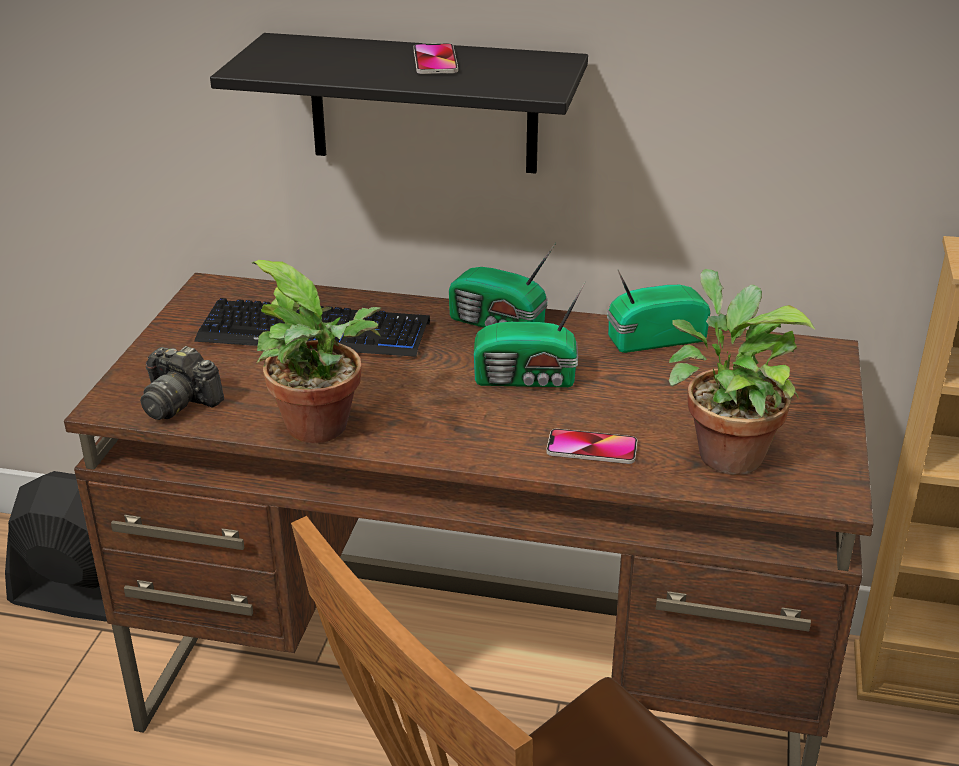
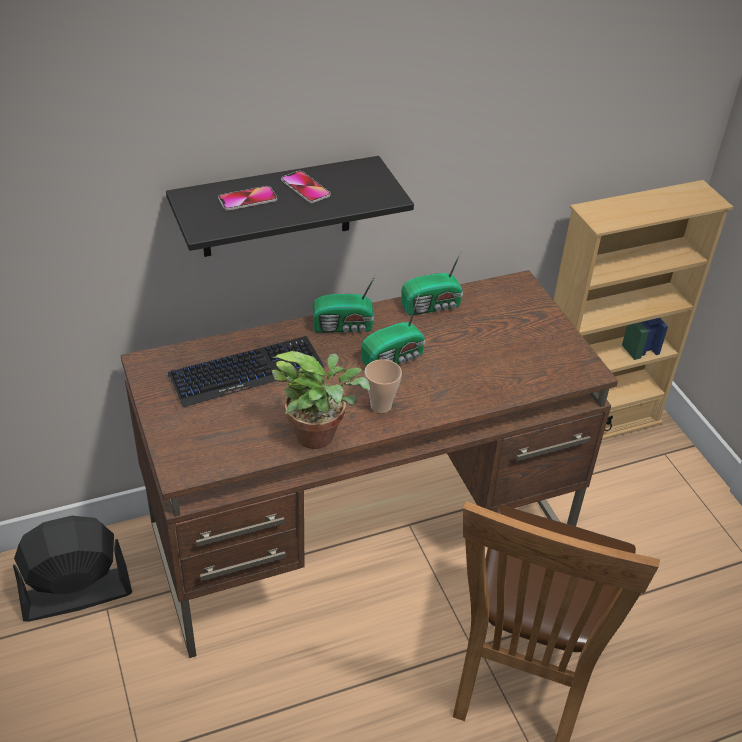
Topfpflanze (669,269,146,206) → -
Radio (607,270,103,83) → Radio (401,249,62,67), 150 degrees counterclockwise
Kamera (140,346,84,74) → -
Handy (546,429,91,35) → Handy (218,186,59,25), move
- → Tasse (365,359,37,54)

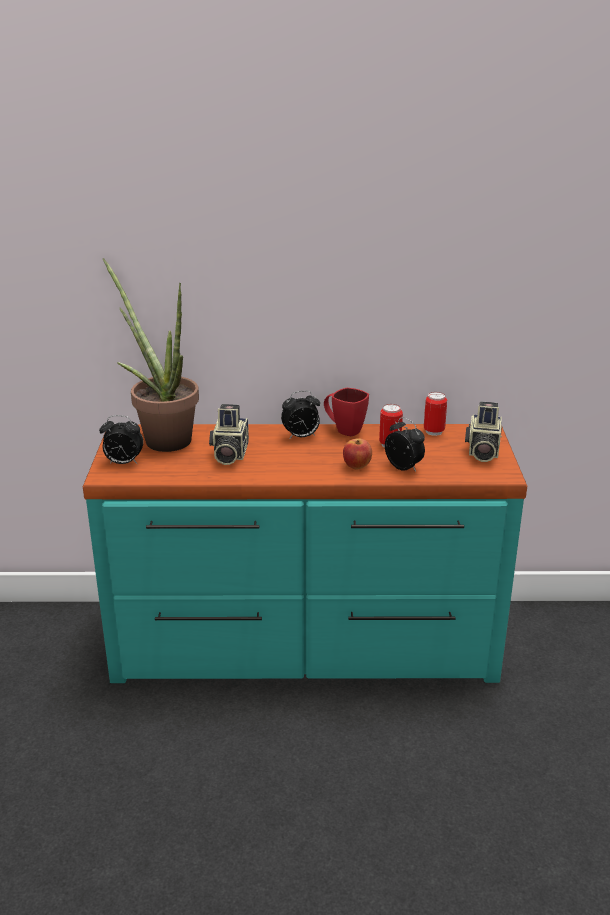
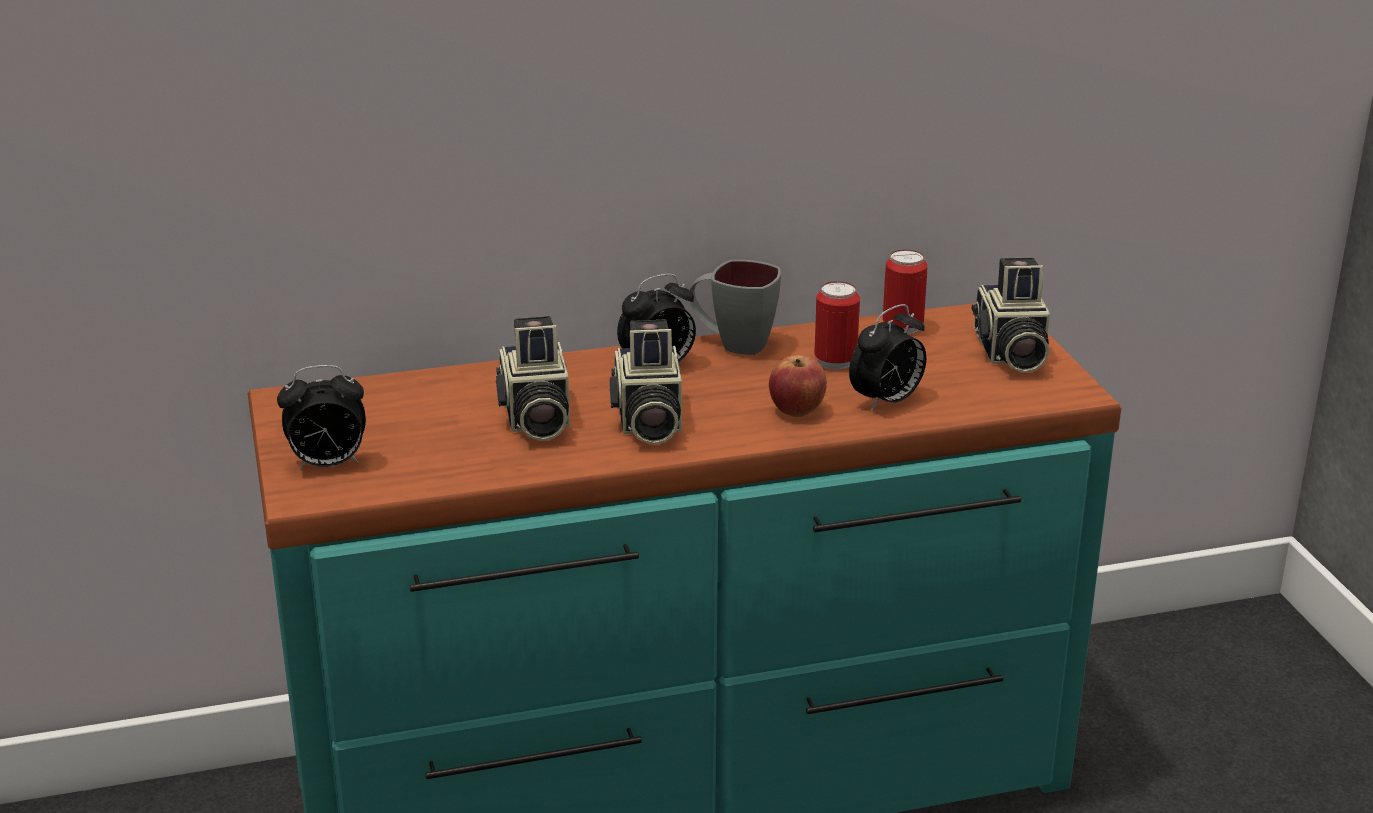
Topfpflanze (103,258,96,194) → -
Henkelbecher (rot) (324,388,45,48) → Henkelbecher (grau) (690,260,91,95)
Wecker (385,417,40,55) → Wecker (849,304,77,108), 105 degrees clockwise
- → Kamera (609,320,73,125)

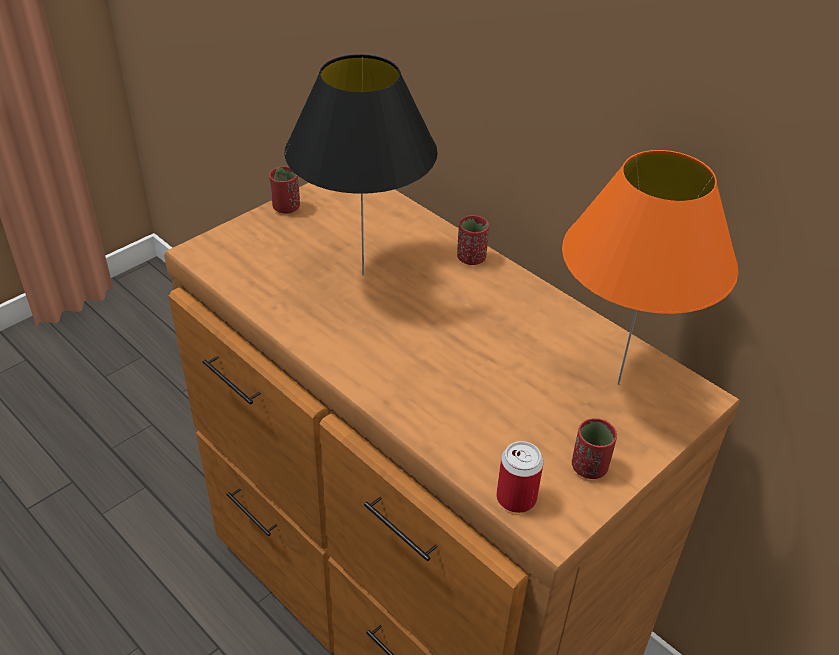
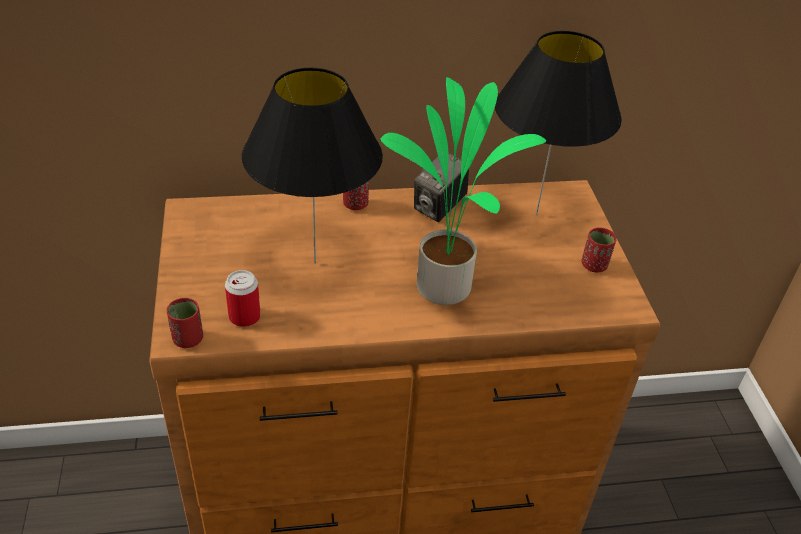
Tischlampe (orange) (562,150,177,235) → Tischlampe (schwarz) (495,31,127,184)
Tasse (rot) (269,166,31,48) → Tasse (rot) (167,298,36,50), move
Dose (496,441,48,72) → Dose (225,270,36,57), move
- → Topfpflanze (381,77,165,228)
- → Kamera (414,152,55,70)

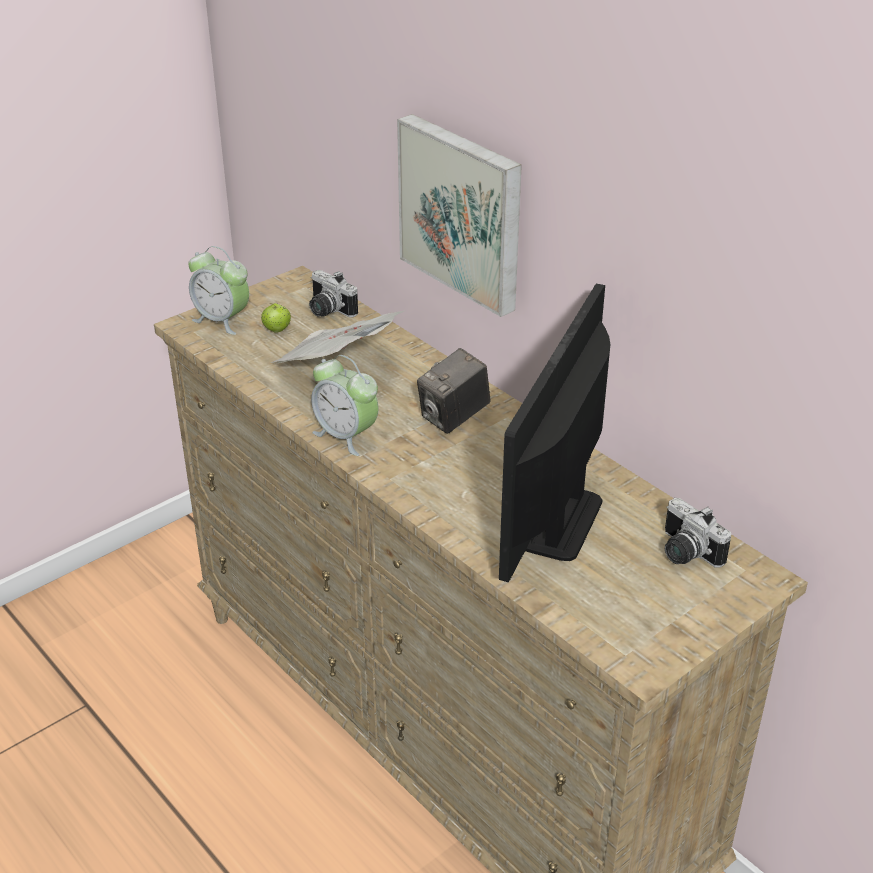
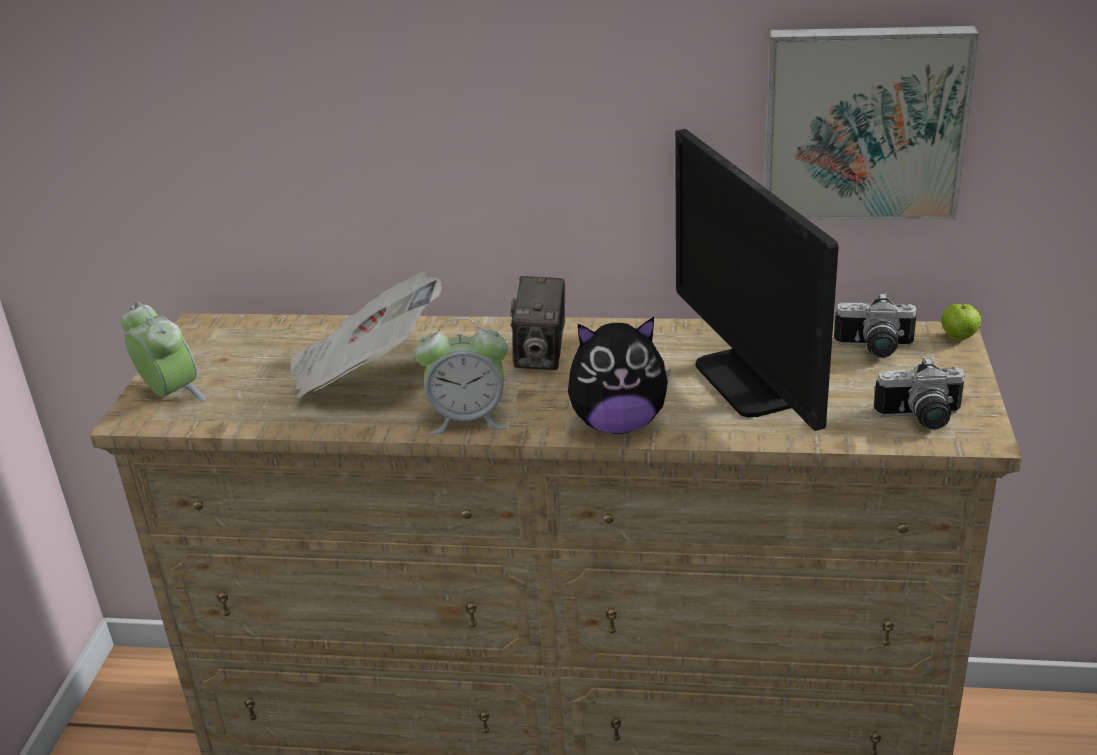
Bild (397,114,125,203) → Bild (765,26,214,194), move
Wecker (188,246,61,89) → Wecker (121,302,85,99), 120 degrees counterclockwise
Kamera (309,270,49,47) → Kamera (874,357,91,73), move
Apfel (261,303,30,29) → Apfel (941,303,40,37), move
- → Plüschtier (568,317,103,117)

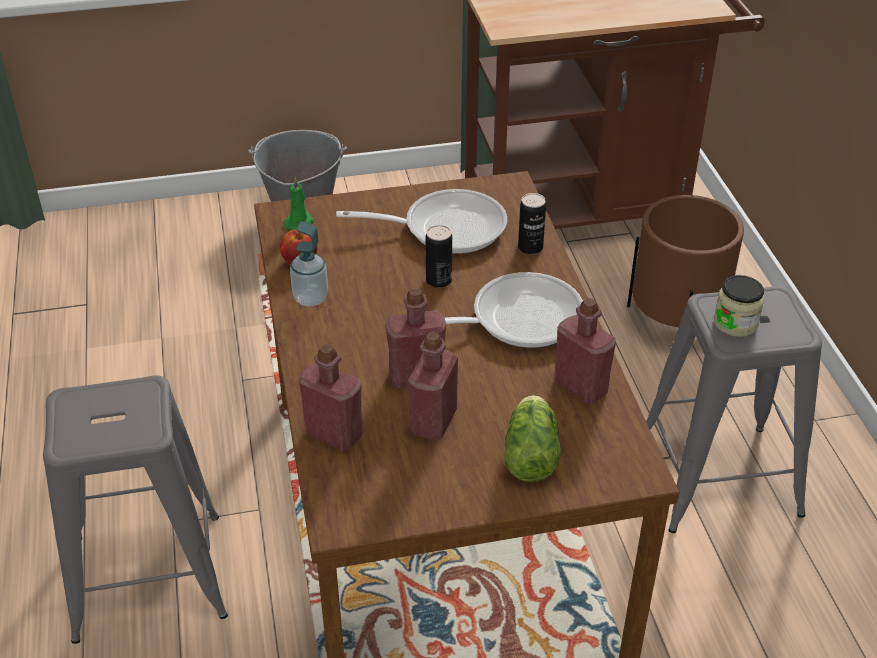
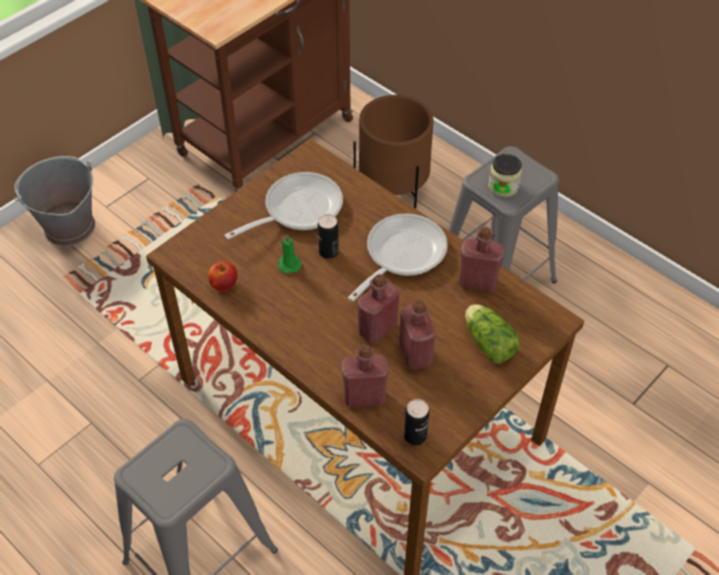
Kerze (grün) (283,177,31,53) → Kerze (grün) (278,234,24,40), move
Dose (518,193,28,61) → Dose (404,399,25,46), move
Seifenspender (290,221,38,85) → -

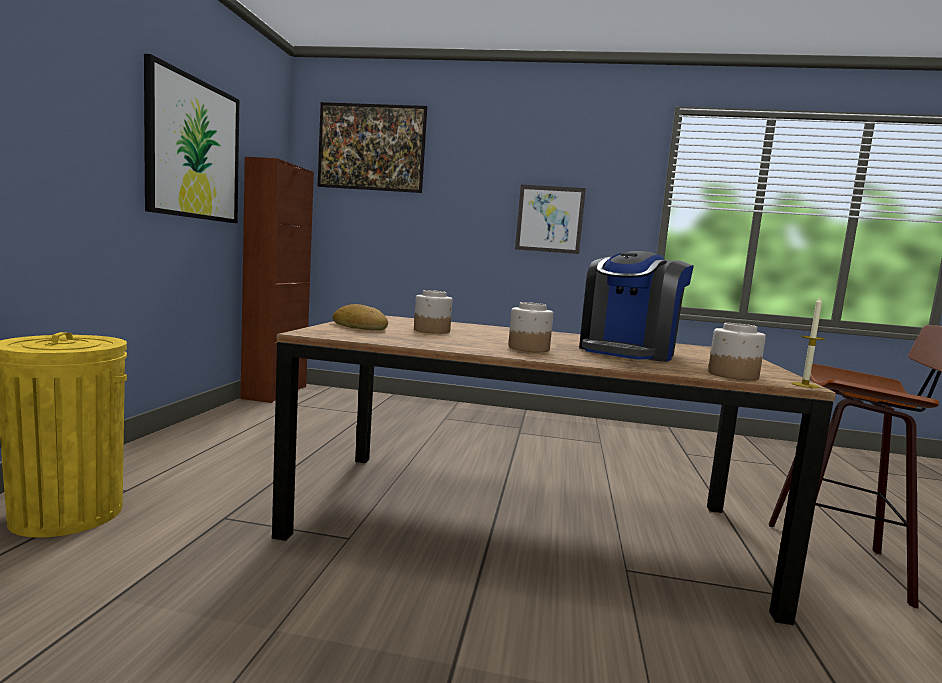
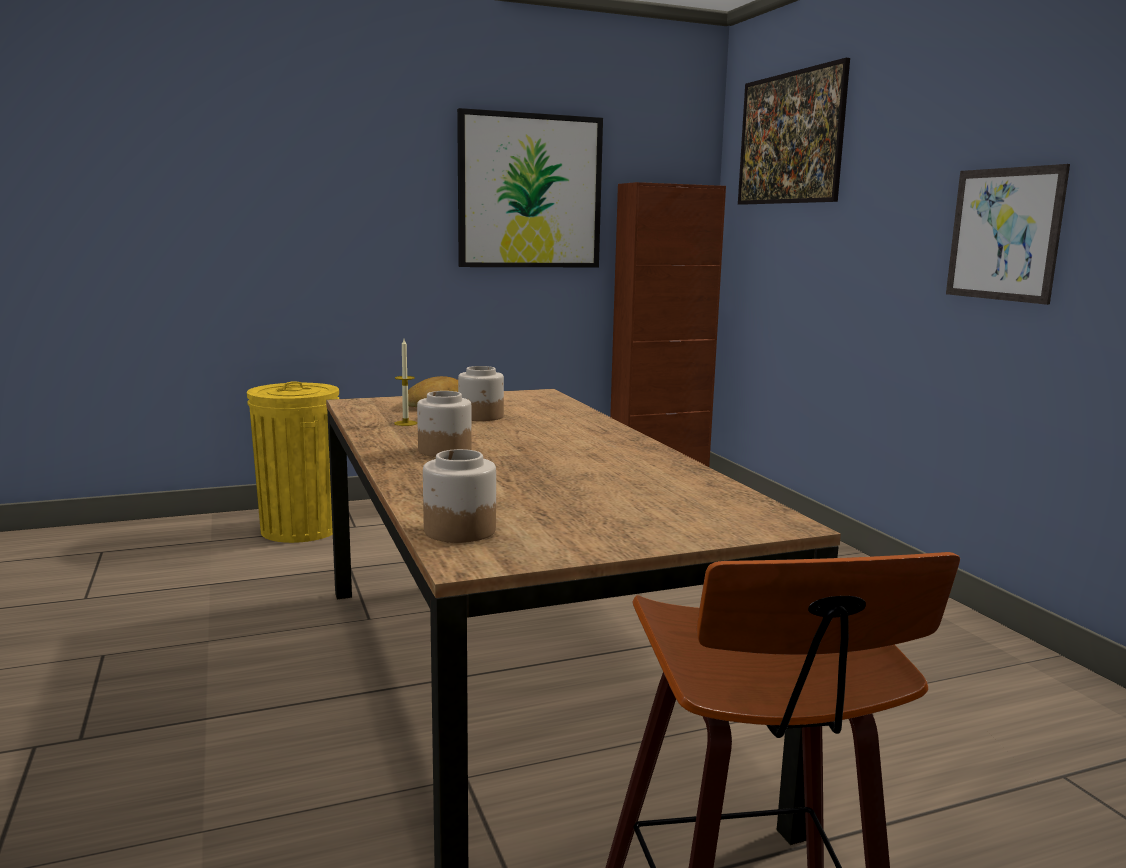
Kaffeemaschine (579,251,115,111) → -
Kerze (792,297,33,91) → Kerze (394,339,23,87), move

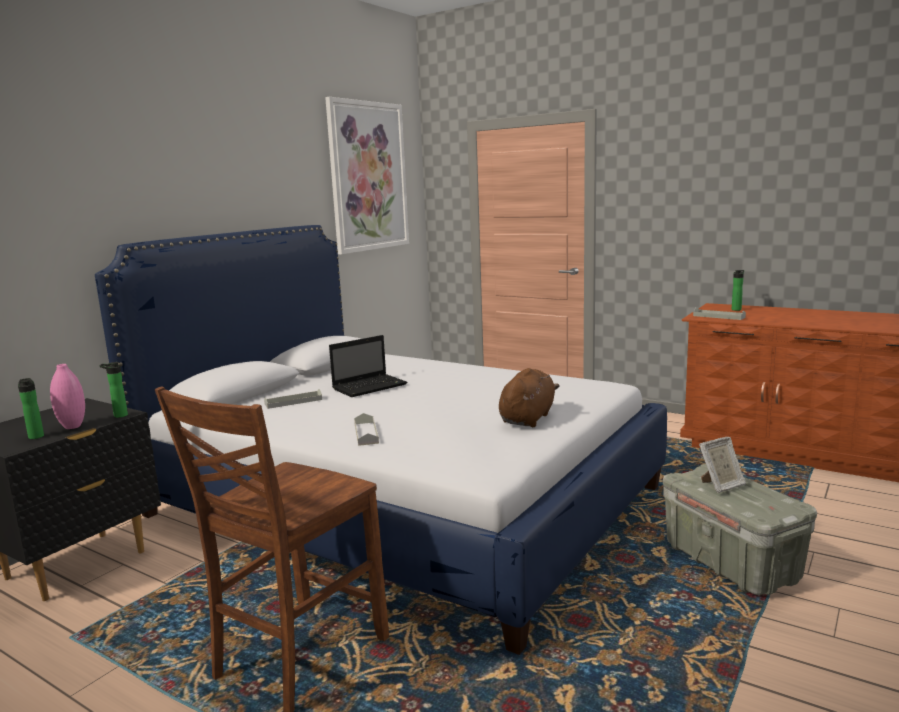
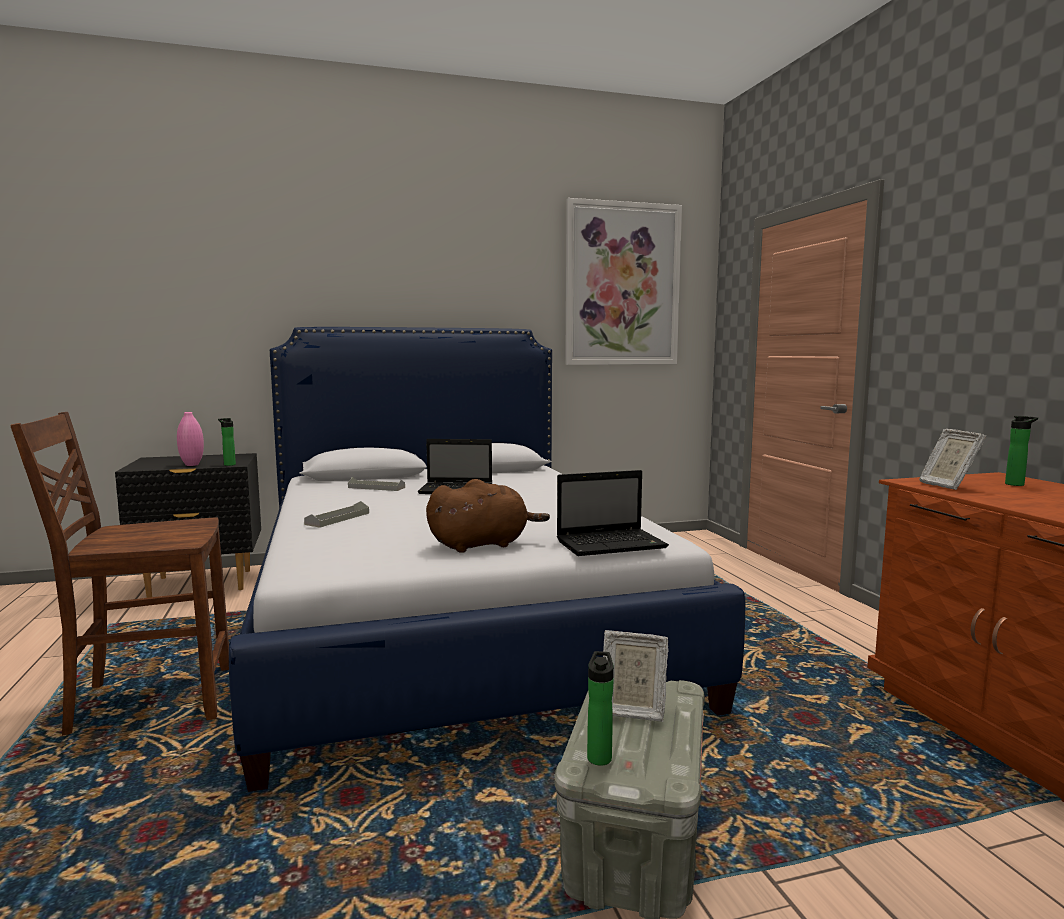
Tablett (grau) (693,307,53,13) → Bilderrahmen (919,429,67,61)
Flasche (18,378,26,61) → Flasche (587,651,27,115), move
- → Laptop (557,470,112,86)

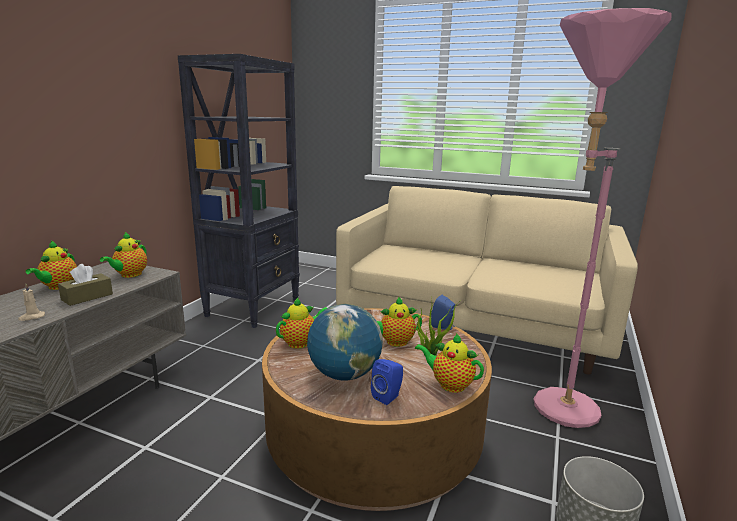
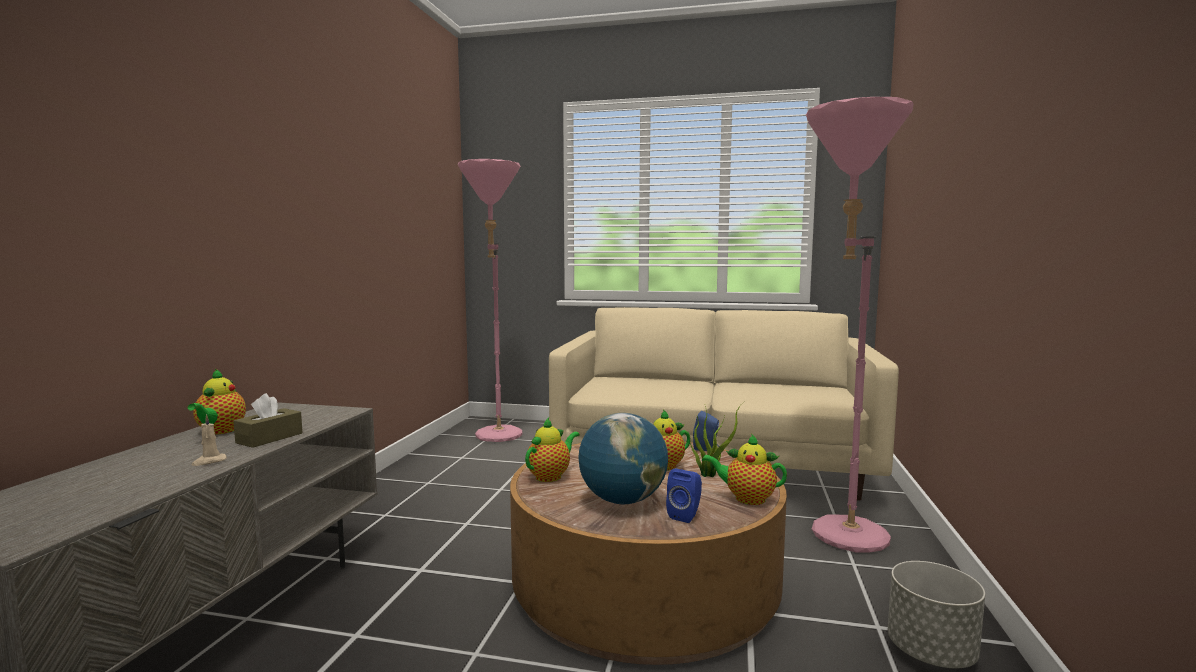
Bücherregal (schwarz) (178,54,122,274) → -
Teekanne (100,232,47,46) → -
- → Stehlampe (rosa) (458,159,65,283)

